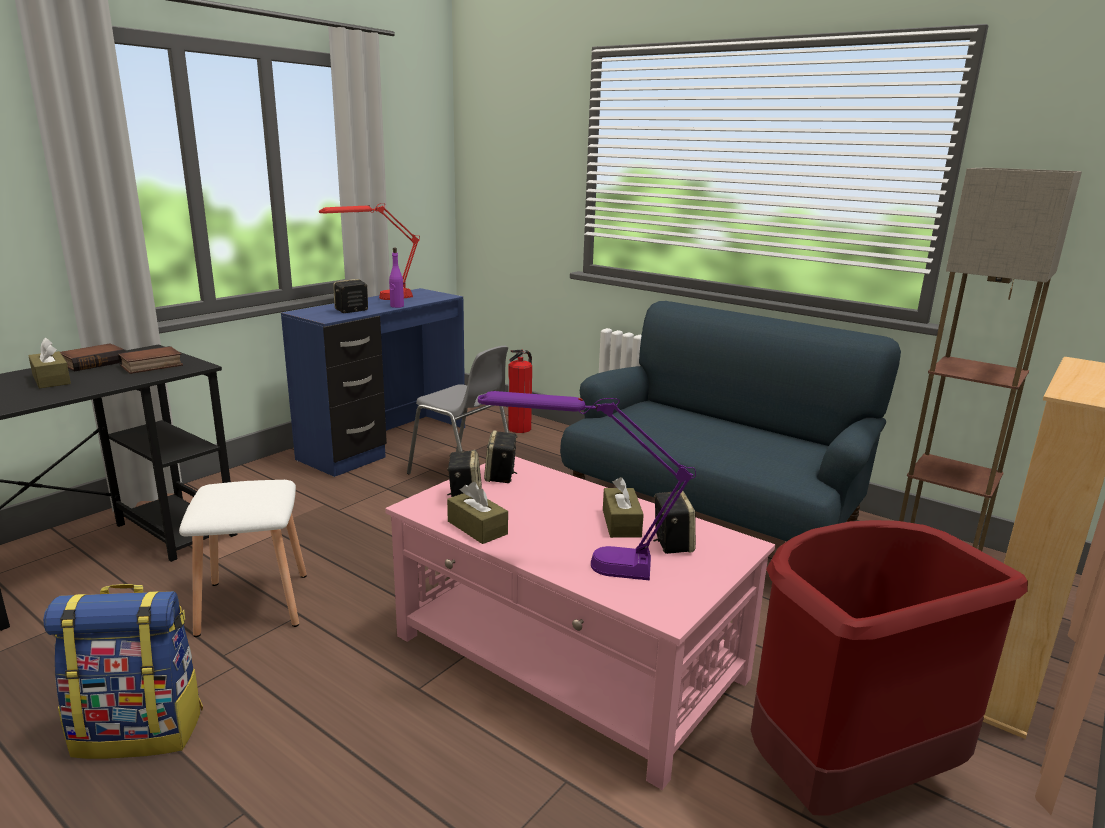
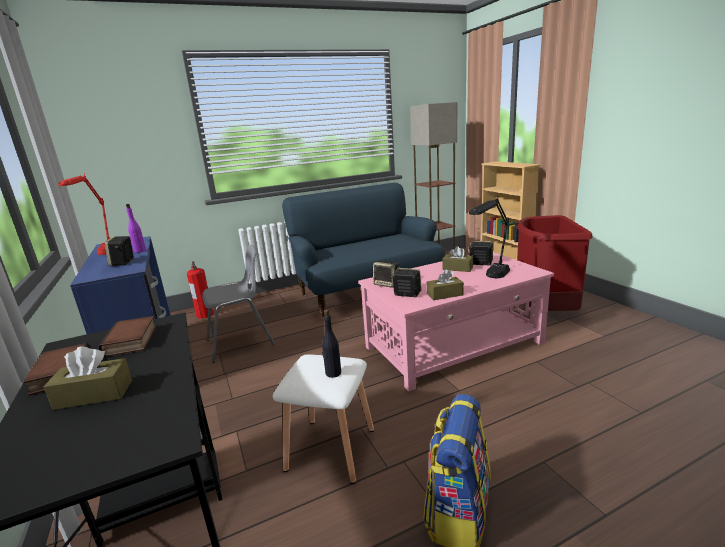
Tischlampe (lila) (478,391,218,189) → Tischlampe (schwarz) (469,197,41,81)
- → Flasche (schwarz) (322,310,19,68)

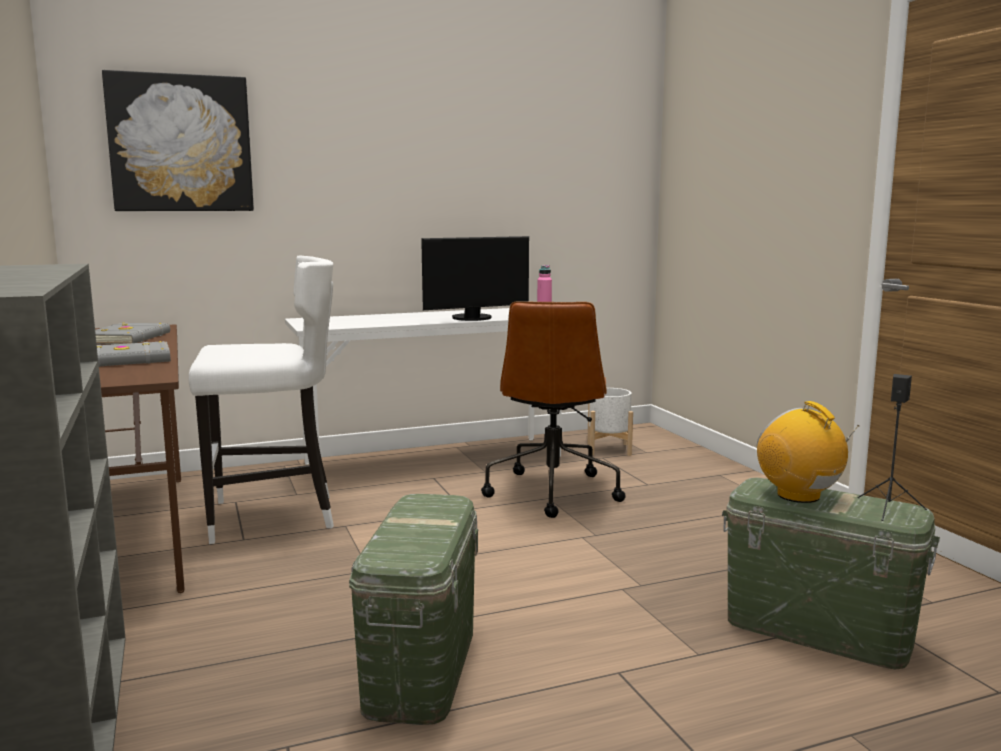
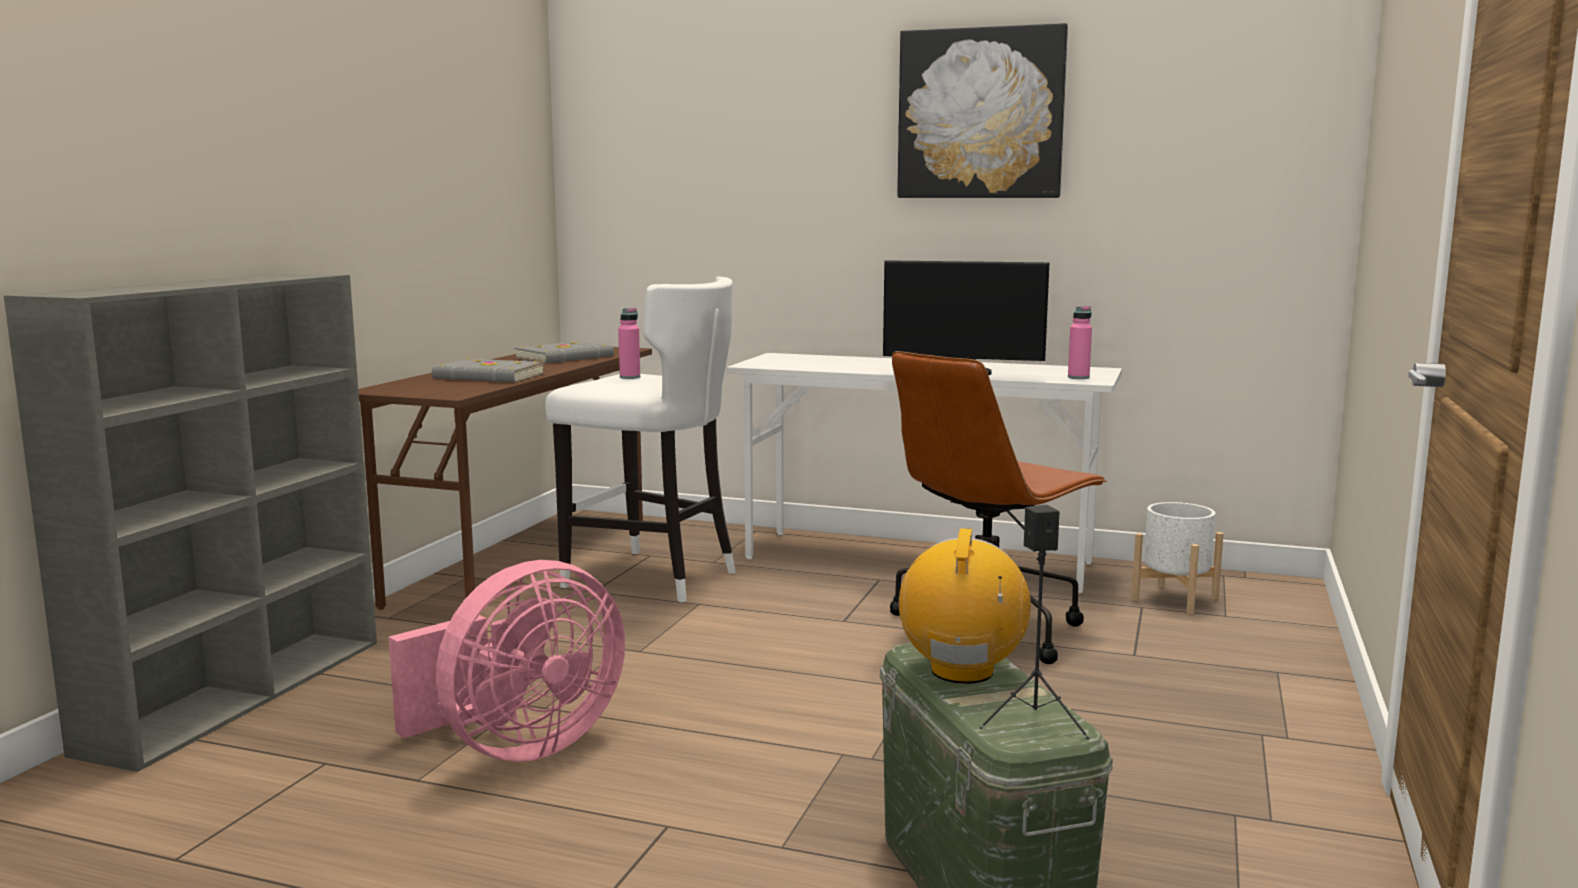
Bild (102,70,152,141) → Bild (897,23,171,175), move
Aufbewahrungsbox (grün) (349,494,129,231) → Ventilator (rosa) (389,560,236,202)
- → Flasche (rosa) (618,308,22,71)

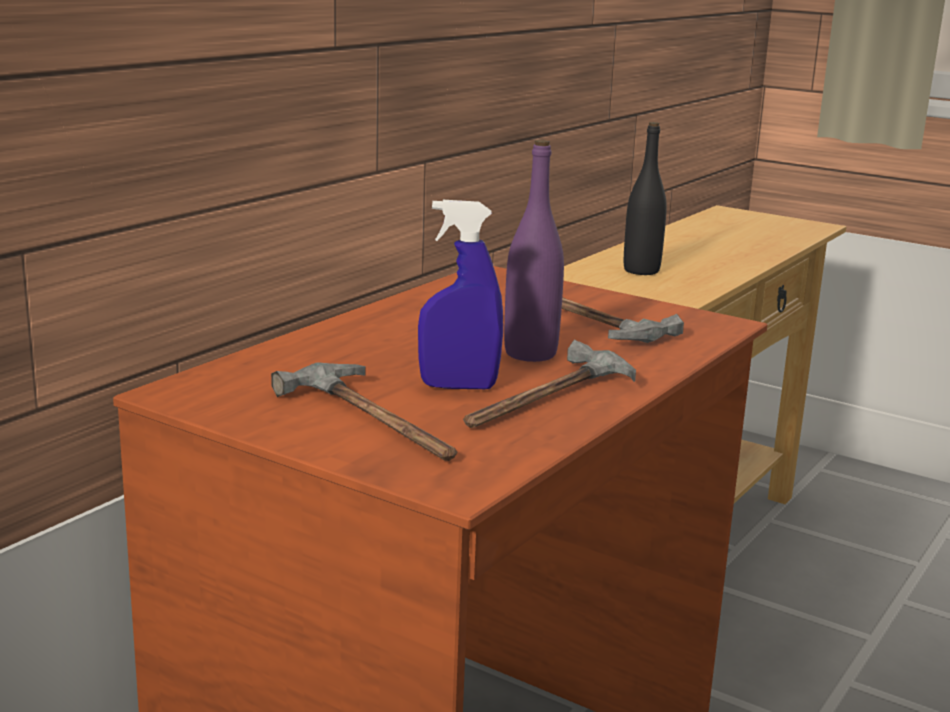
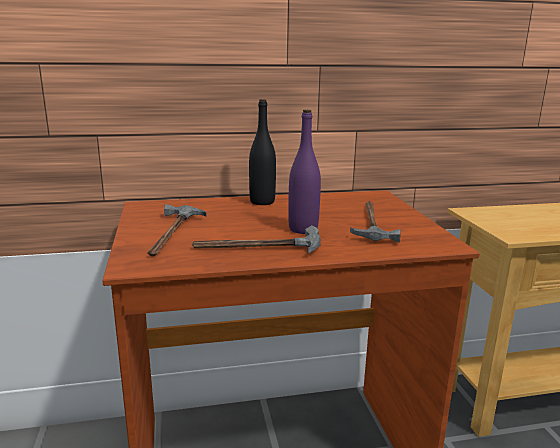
Flasche (schwarz) (624,122,43,153) → Flasche (schwarz) (249,99,27,106), move
Sprühflasche (blau) (418,200,85,189) → -

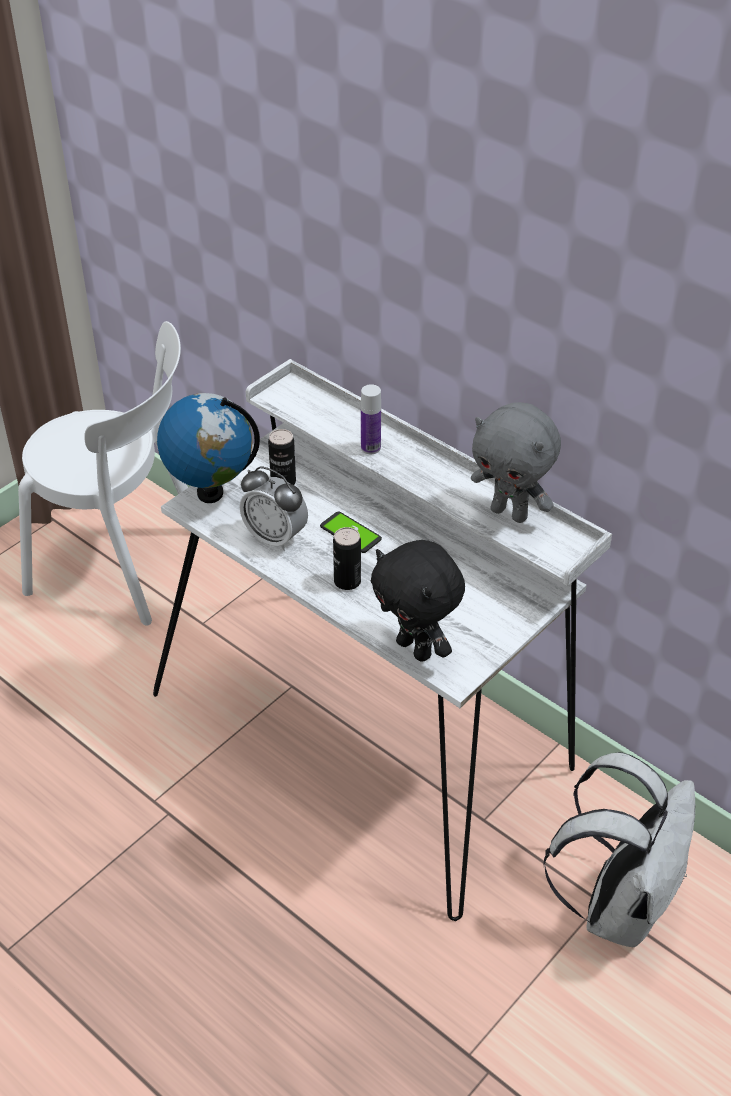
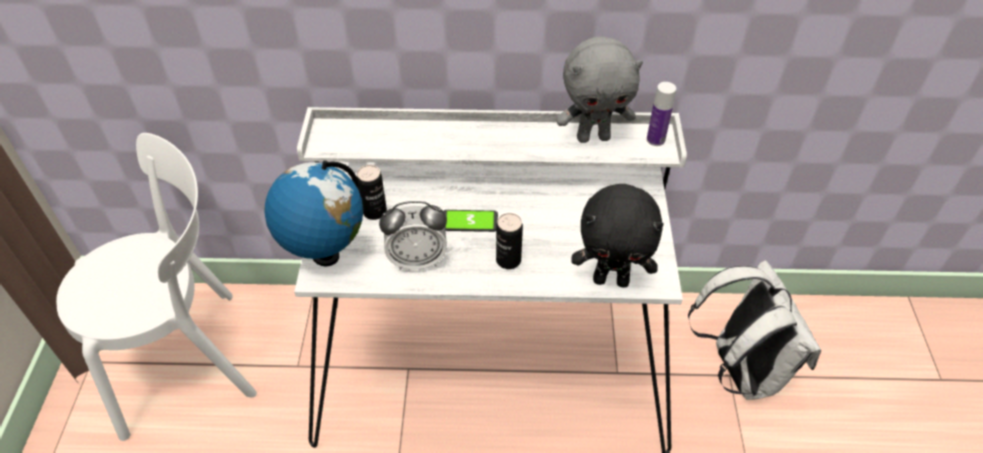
Flasche (361,384,20,70) → Flasche (647,82,29,64), move

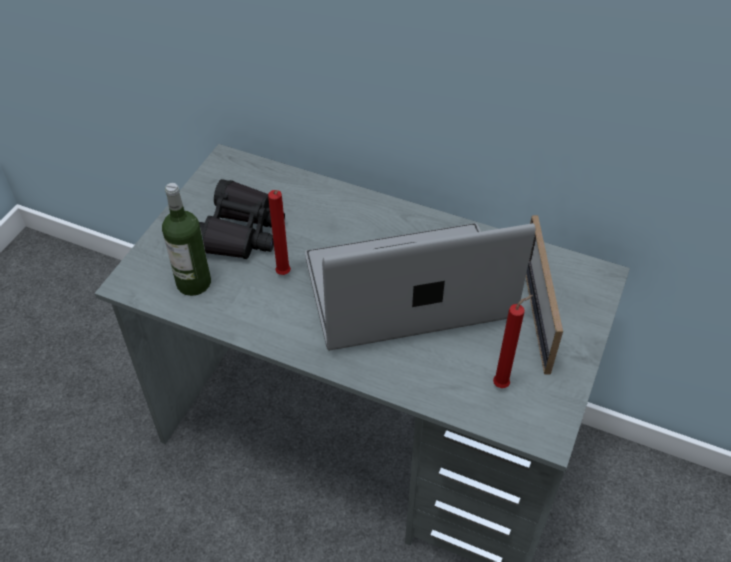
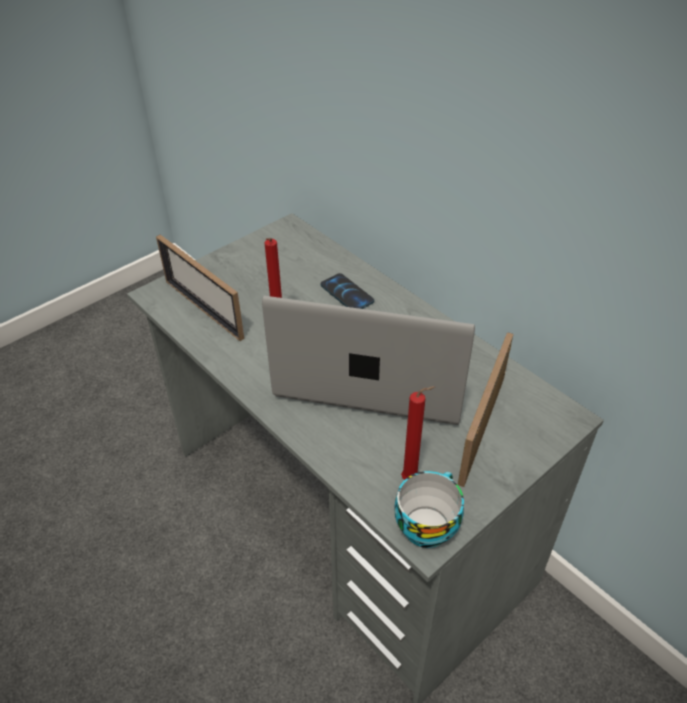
Fernglas (schwarz) (199,179,86,80) → -
Flasche (162,183,49,113) → Bilderrahmen (156,235,88,106)
- → Handy (320,273,54,36)
- → Tasse (395,471,69,77)

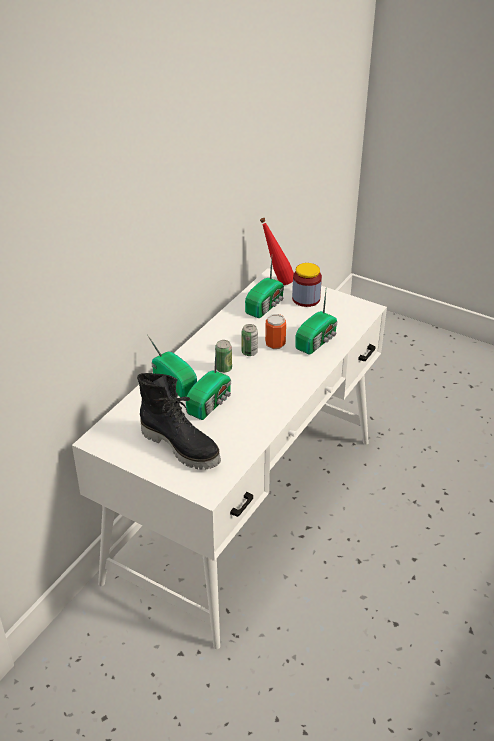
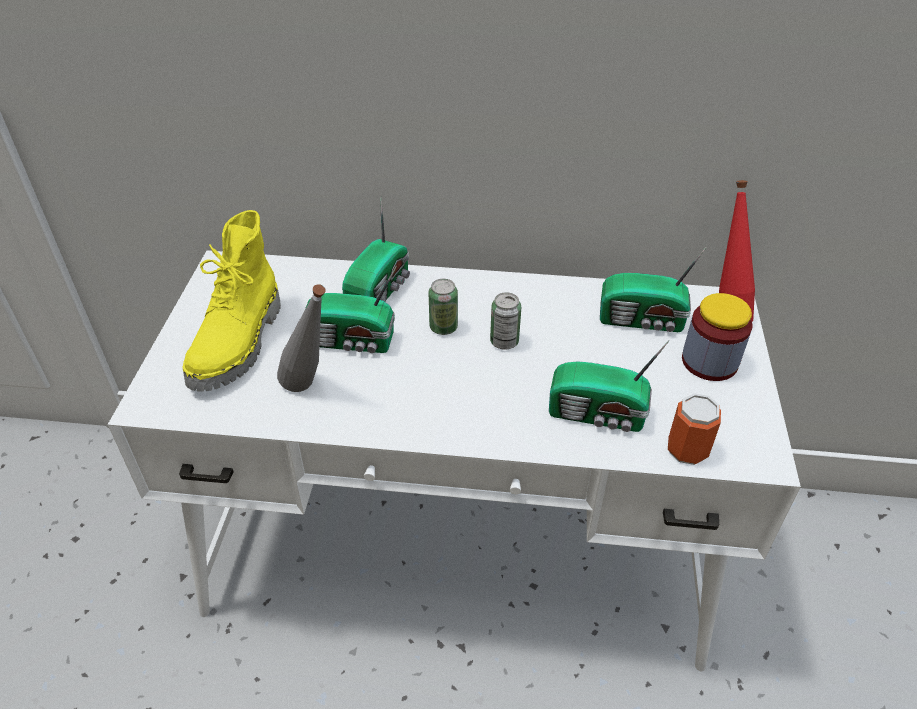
Dose (265,314,21,35) → Dose (668,393,53,72), move
Stiefel (schwarz) (137,373,84,97) → Stiefel (gelb) (182,210,99,182)
- → Flasche (grau) (277,284,49,108)

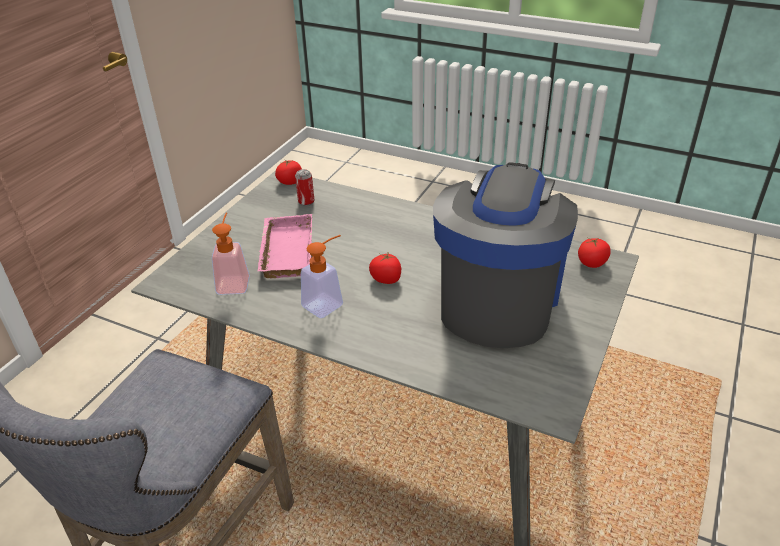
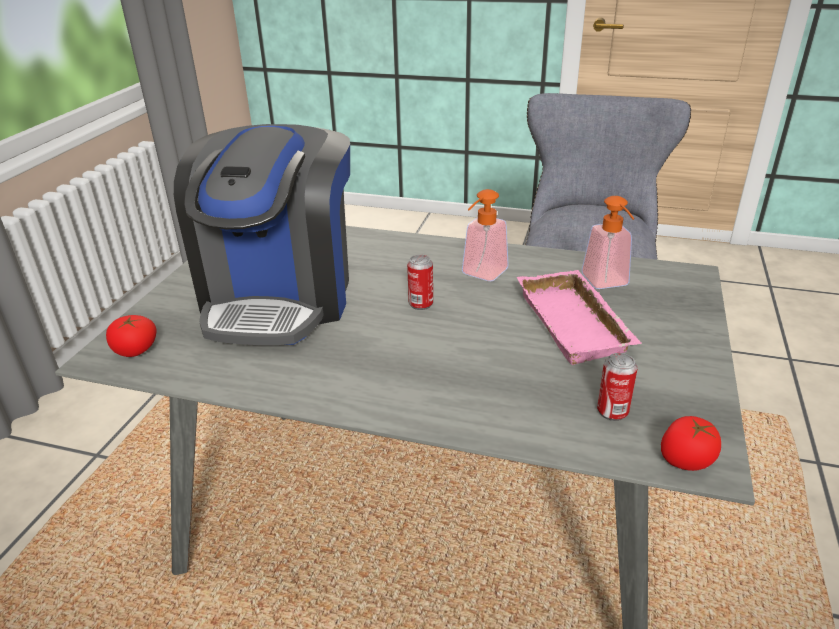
Tomate (369,253,32,31) → Dose (407,255,26,55)

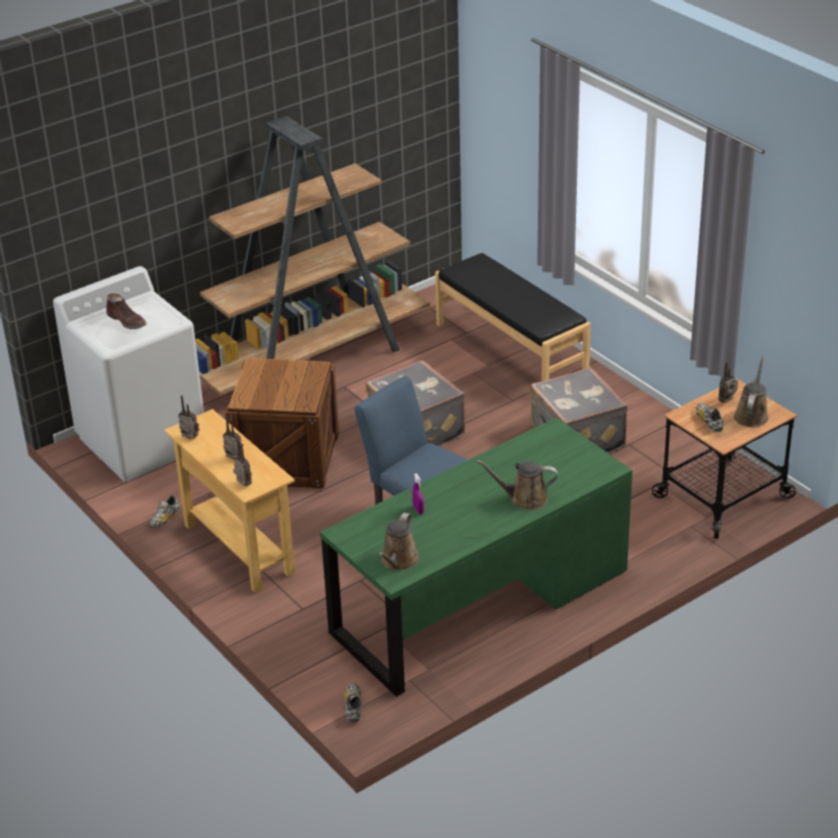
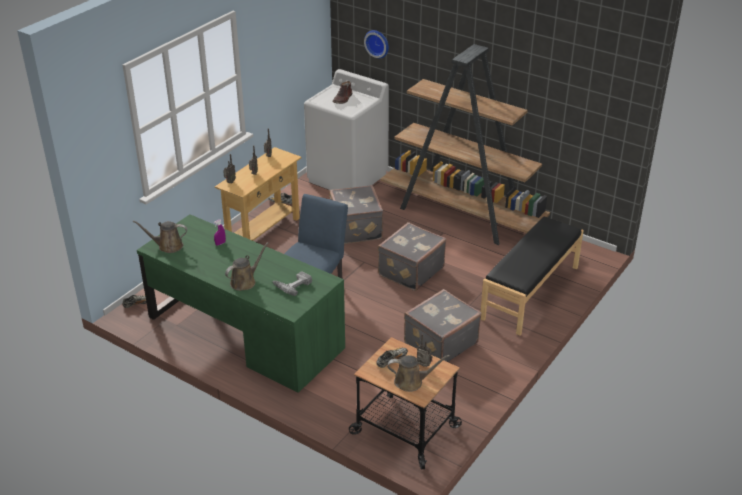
Kiste (225,358,114,131) → Koffer (grau) (329,185,54,59)
Gießkanne (braun) (476,460,82,50) → Gießkanne (braun) (225,242,44,49), 60 degrees clockwise
- → Wanduhr (364,30,25,28)
- → Bohrmaschine (272,271,40,25)

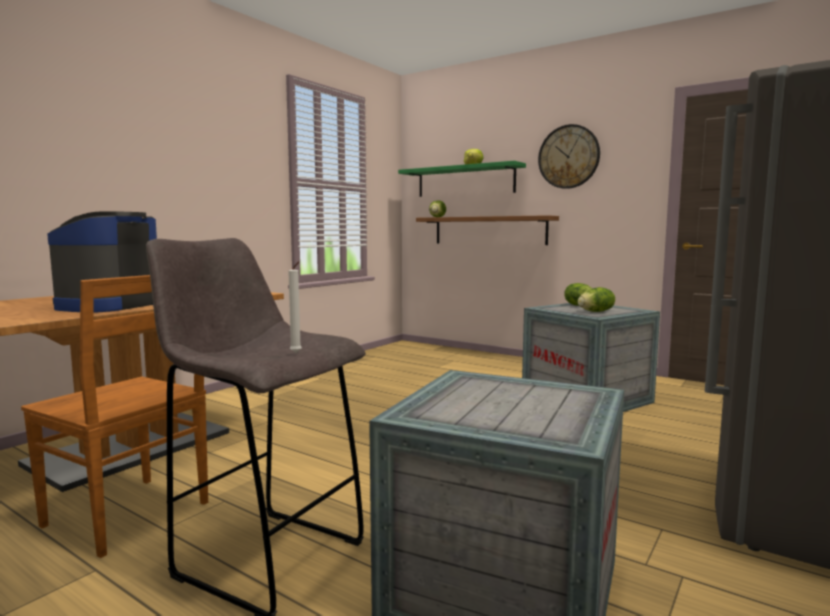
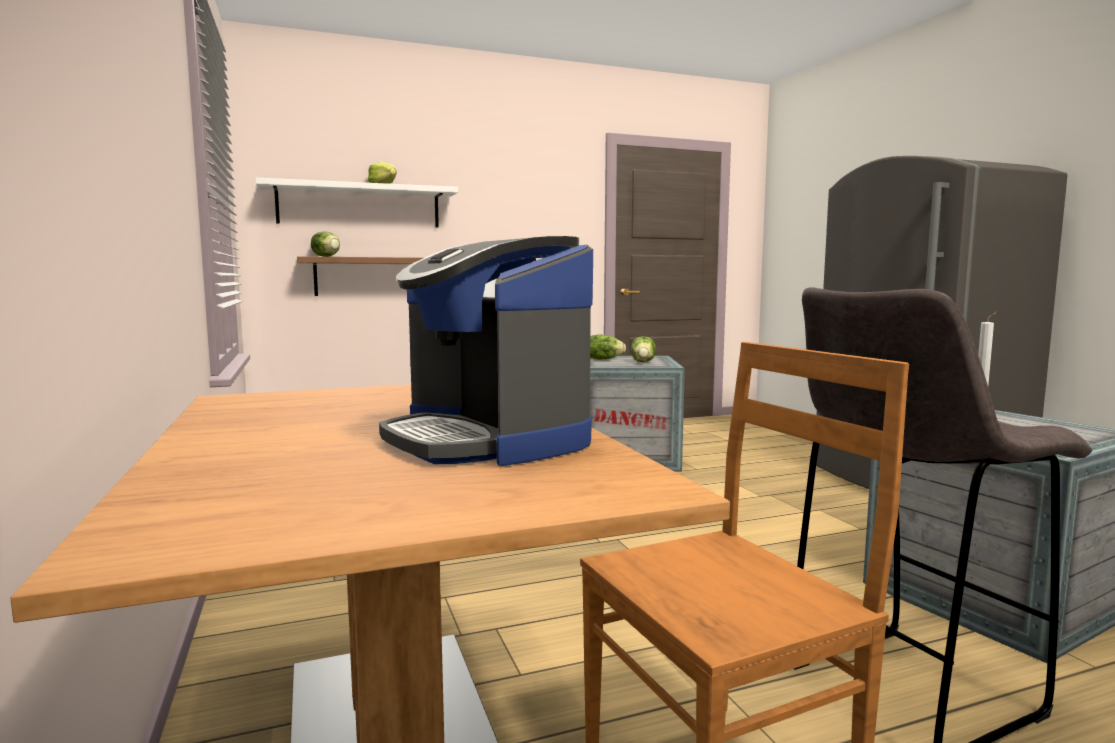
Wanduhr (538,124,62,65) → -
Wandregal (grün) (398,161,128,36) → Wandregal (weiß) (255,178,203,50)

